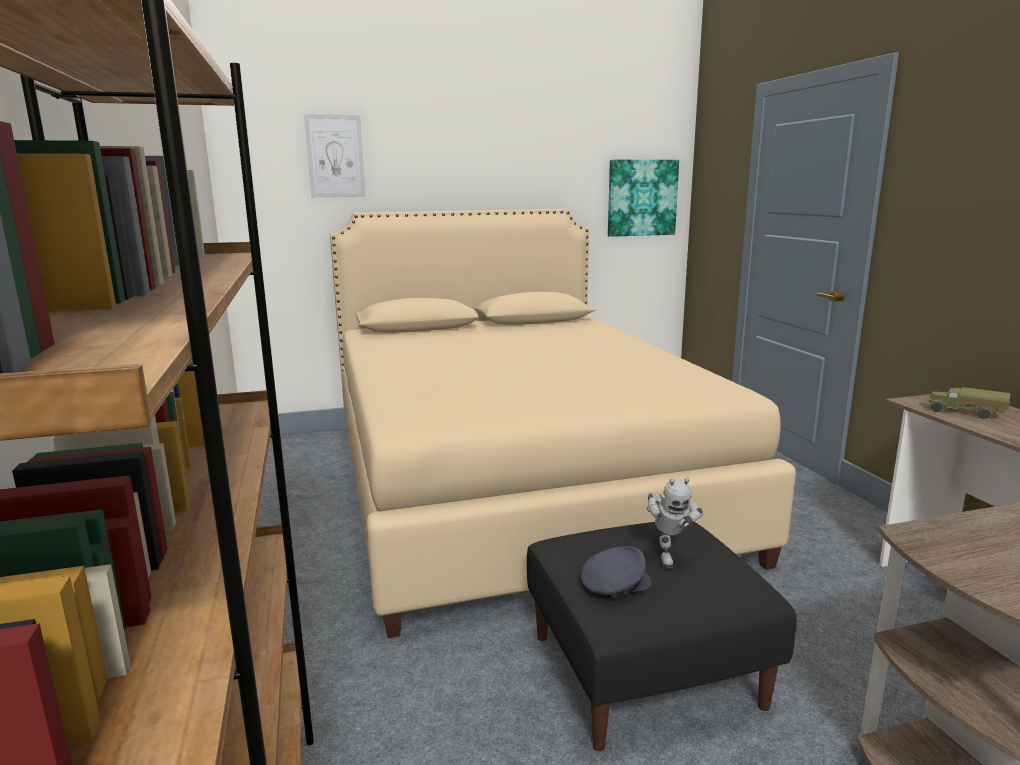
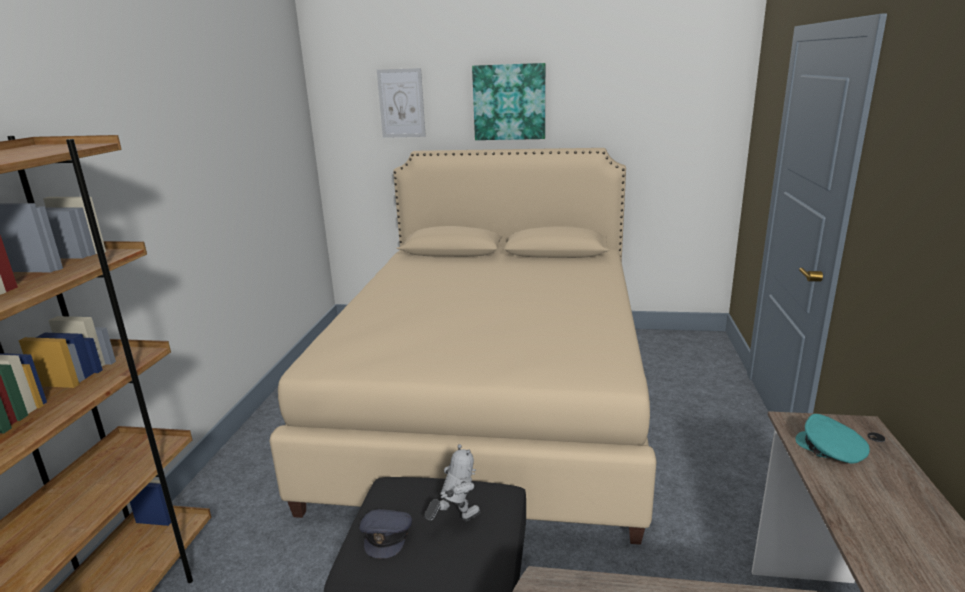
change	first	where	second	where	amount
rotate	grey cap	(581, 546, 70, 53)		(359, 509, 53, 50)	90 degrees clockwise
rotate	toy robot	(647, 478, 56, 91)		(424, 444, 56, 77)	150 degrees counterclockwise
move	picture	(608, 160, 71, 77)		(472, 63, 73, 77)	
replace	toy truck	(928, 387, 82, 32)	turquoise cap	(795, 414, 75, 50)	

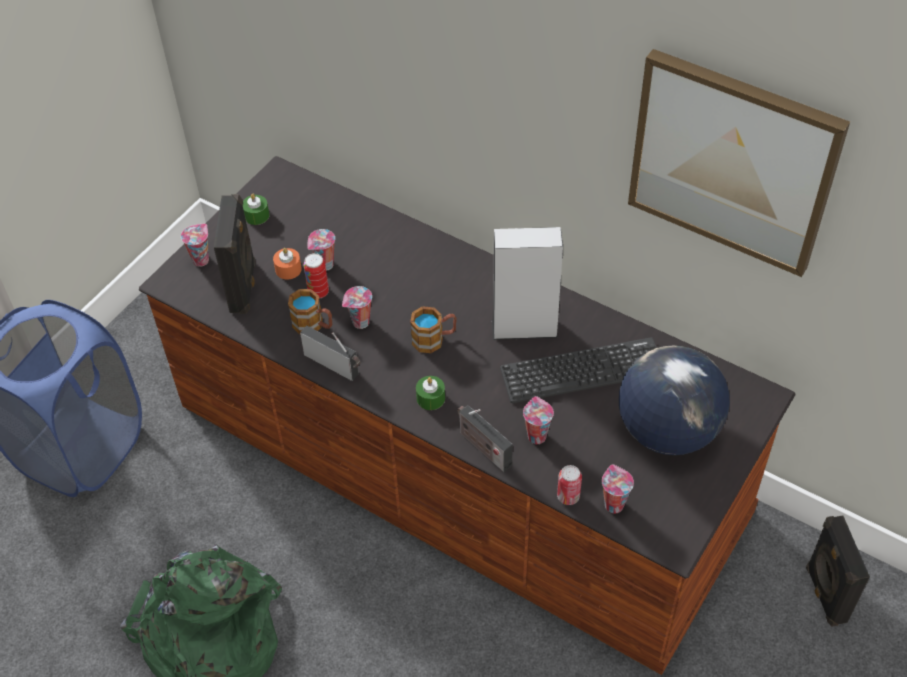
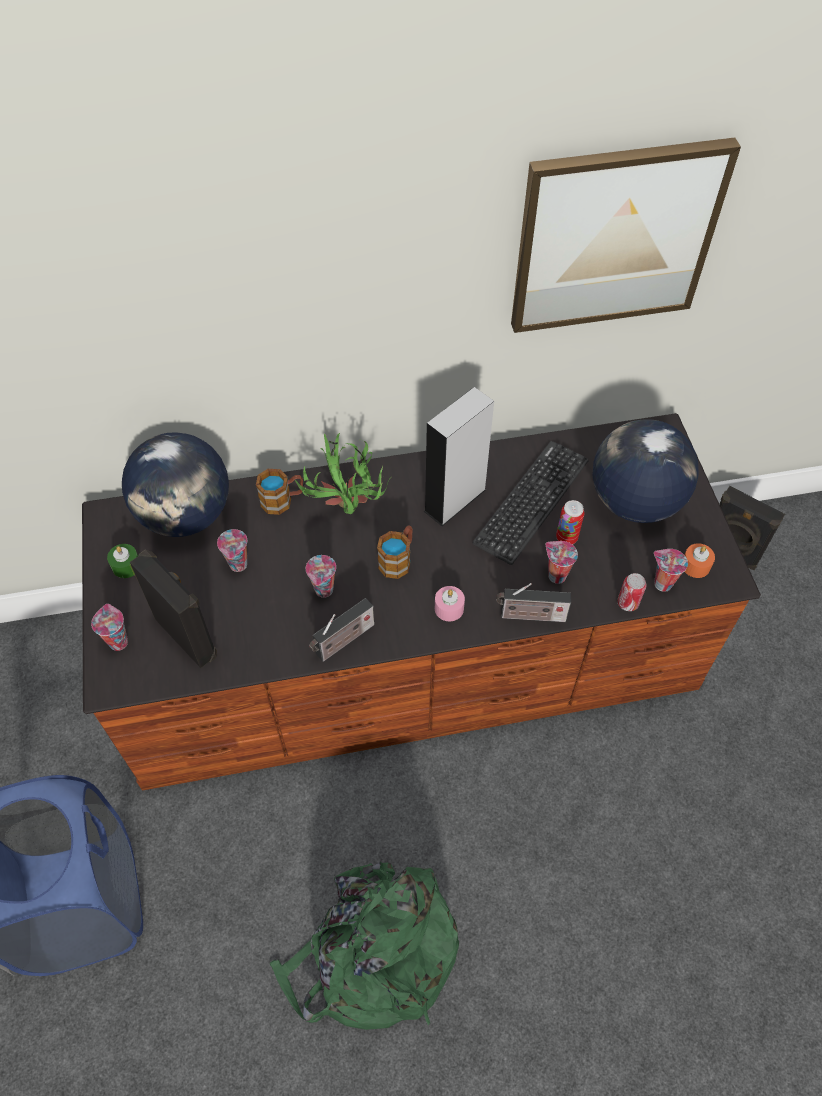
change	first	where	second	where	amount
insert			globe	(122, 433, 107, 104)	
move	mug	(288, 289, 44, 45)		(256, 469, 47, 46)	
insert			potted plant	(295, 433, 95, 81)	
rotate	radio	(300, 326, 61, 55)		(309, 598, 65, 64)	150 degrees clockwise
recolor	green candle	(416, 376, 29, 34)	pink candle	(435, 586, 30, 35)	
move	can	(304, 253, 25, 46)		(556, 500, 28, 45)	
move	orange candle	(273, 248, 29, 32)		(684, 543, 31, 35)	

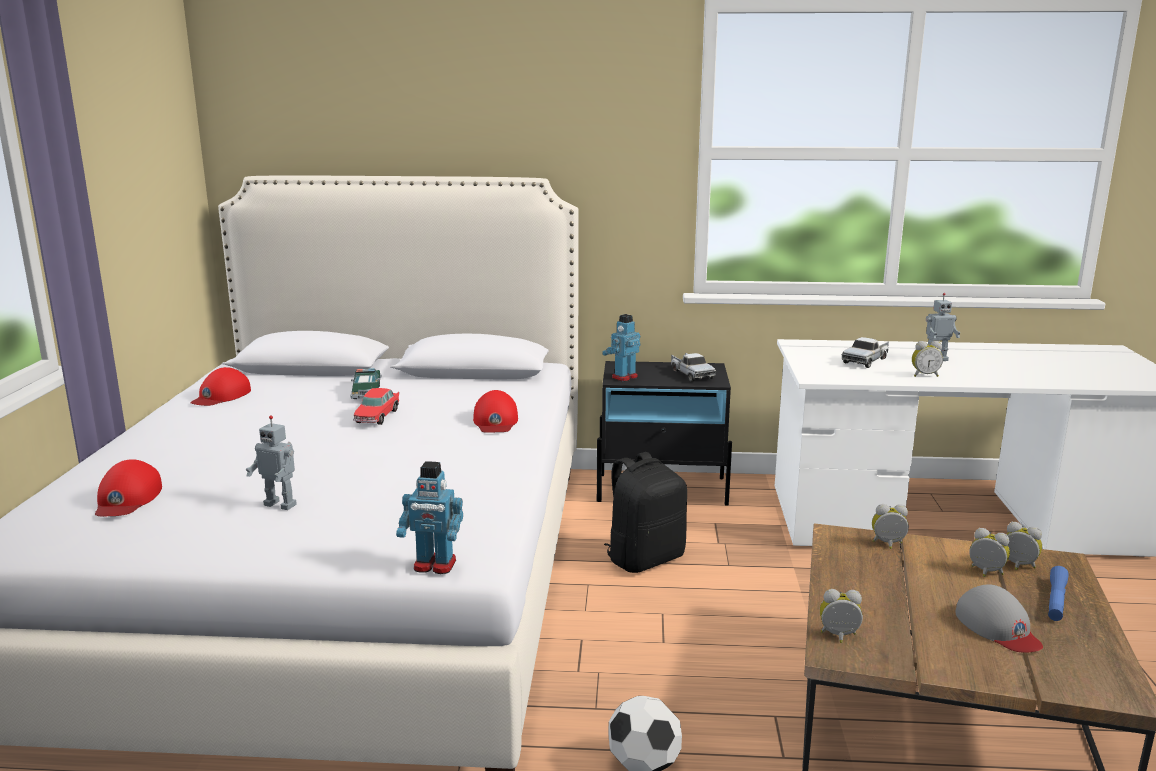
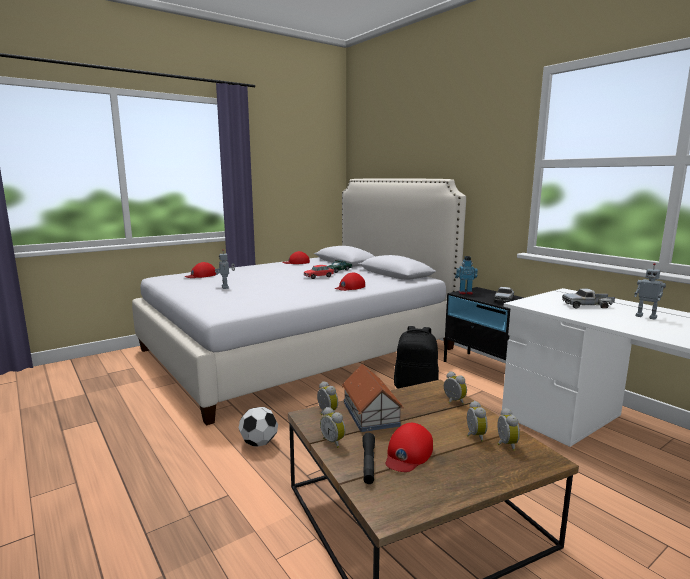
change	first	where	second	where	amount
move	alarm clock	(912, 341, 31, 36)		(320, 407, 26, 41)	
insert			toy house	(342, 364, 62, 68)	
insert			black flashlight	(363, 433, 12, 51)	
recolor	grey cap	(956, 584, 87, 69)	red cap	(386, 423, 47, 49)	
delete	toy robot	(396, 461, 67, 113)			
delete	blue flashlight	(1048, 566, 21, 55)			

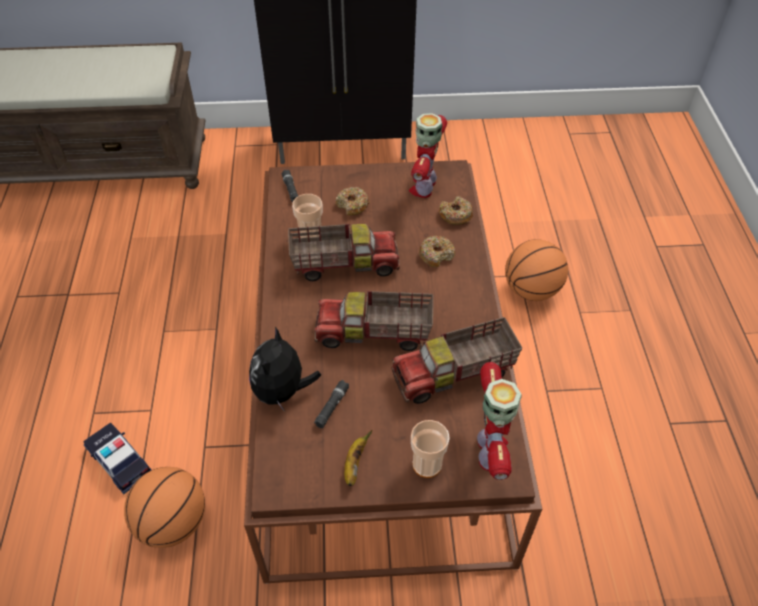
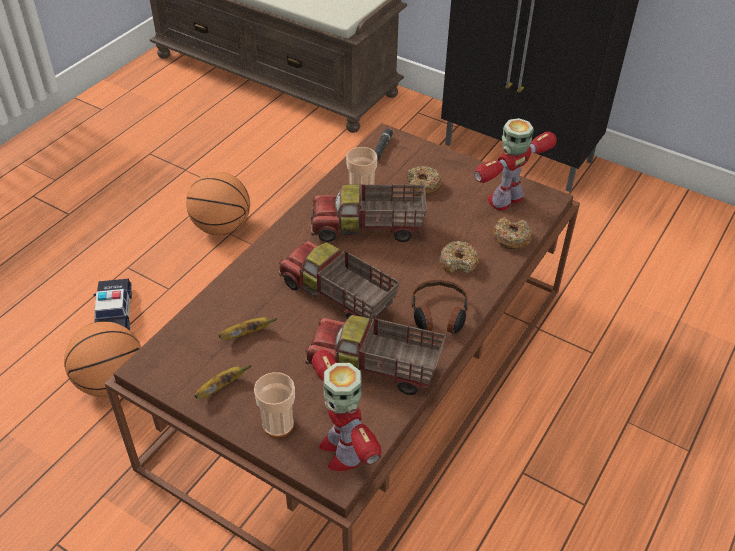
change	first	where	second	where	amount
move	basketball	(505, 239, 63, 62)		(186, 172, 64, 63)	
replace	black flashlight	(314, 380, 35, 48)	banana	(219, 317, 58, 23)	
rotate	toy truck	(288, 224, 112, 57)		(311, 184, 116, 58)	150 degrees clockwise
rotate	toy robot	(477, 362, 45, 118)		(312, 350, 70, 121)	120 degrees clockwise
insert			headphones	(411, 280, 57, 55)	
delete	plush toy	(249, 326, 72, 86)			

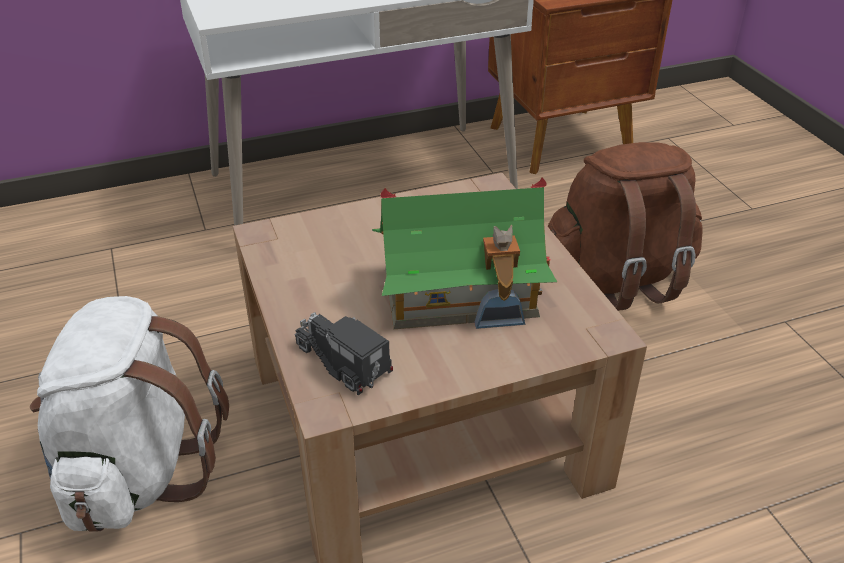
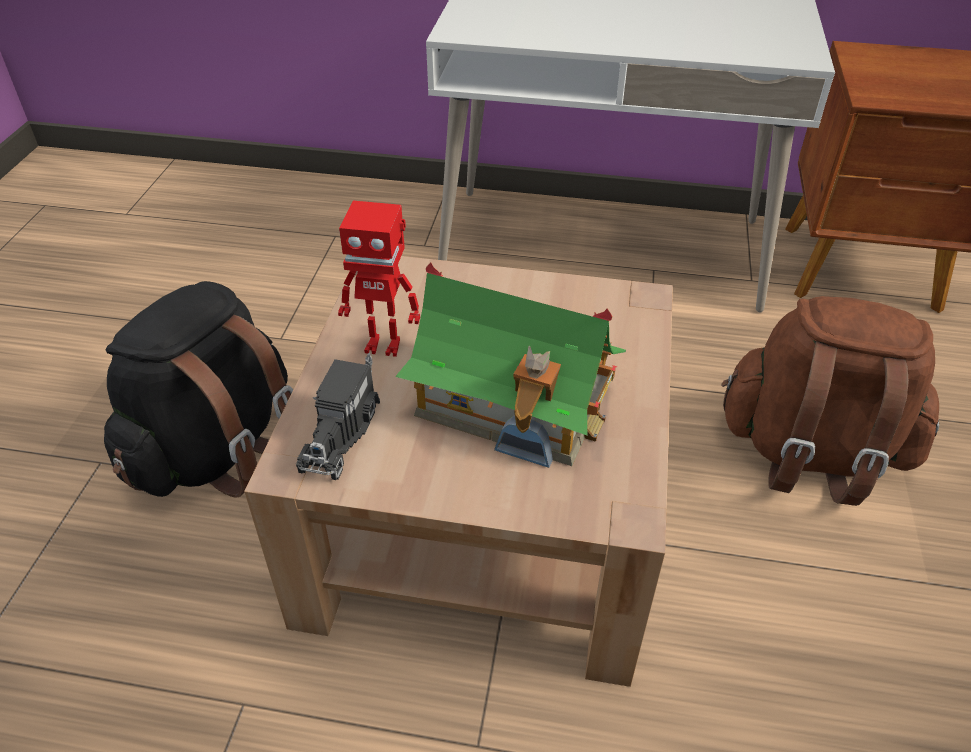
change	first	where	second	where	amount
recolor	white backpack	(30, 296, 199, 235)	black backpack	(104, 281, 189, 217)	
rotate	toy truck	(295, 312, 98, 83)		(296, 353, 84, 127)	150 degrees counterclockwise
insert			toy robot	(338, 201, 82, 156)	

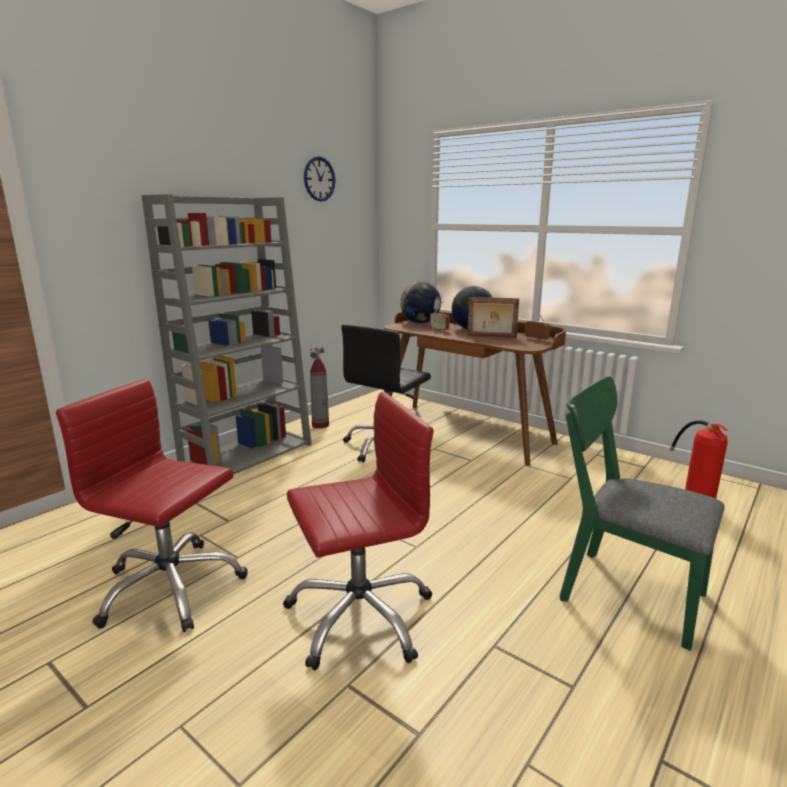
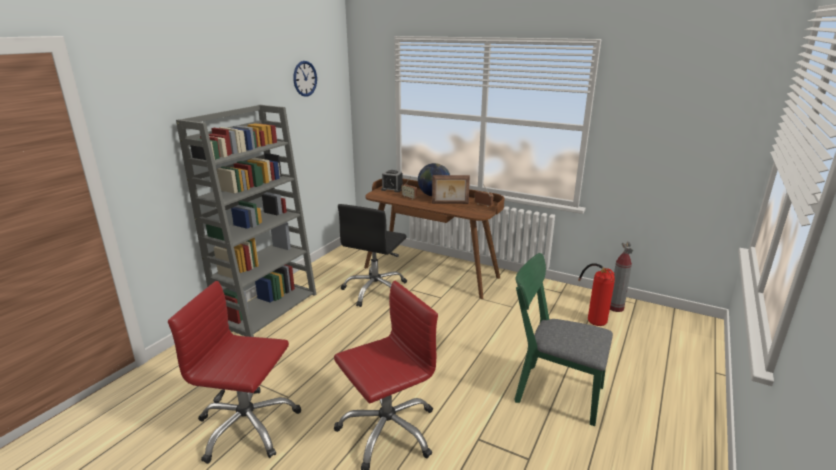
change	first	where	second	where	amount
replace	globe	(400, 282, 41, 41)	alarm clock	(381, 170, 22, 22)	
move	fire extinguisher	(310, 347, 19, 81)		(610, 242, 23, 70)	

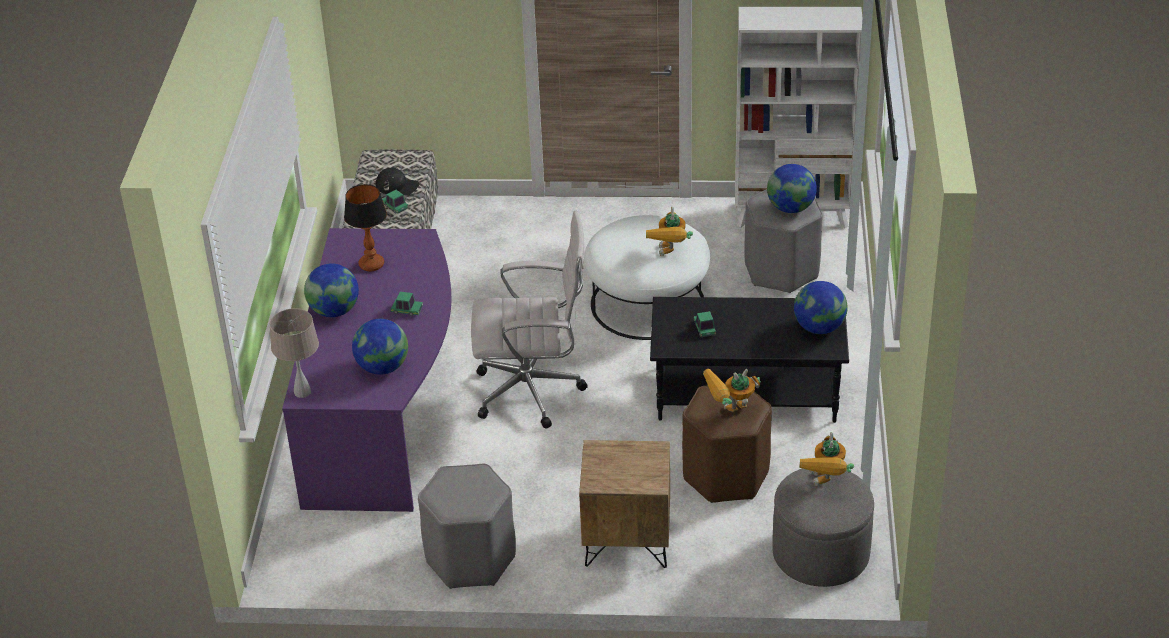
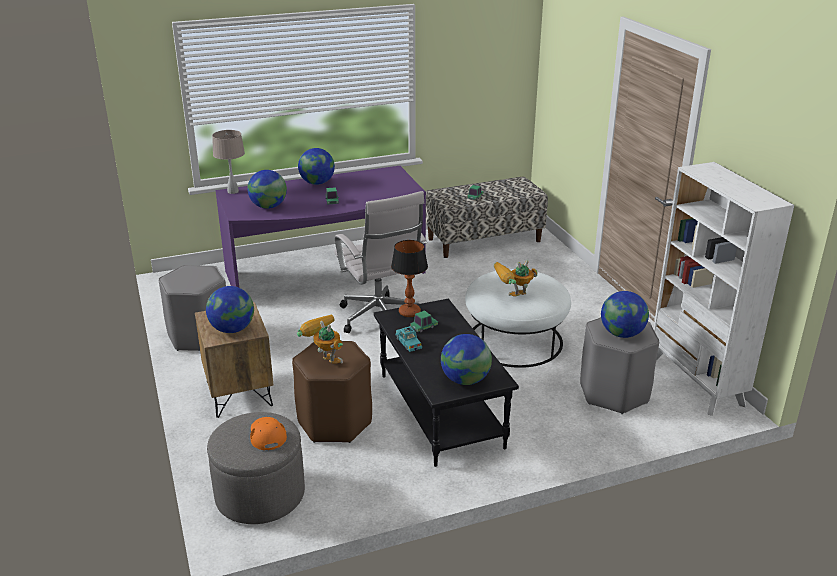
change	first	where	second	where	amount
insert			globe	(206, 286, 48, 47)	
replace	toy robot	(799, 432, 55, 54)	orange cap	(250, 417, 37, 33)	
move	table lamp	(344, 184, 43, 87)		(391, 240, 37, 77)	
insert			turquoise toy car	(396, 326, 26, 26)	
delete	black cap	(376, 168, 43, 27)			

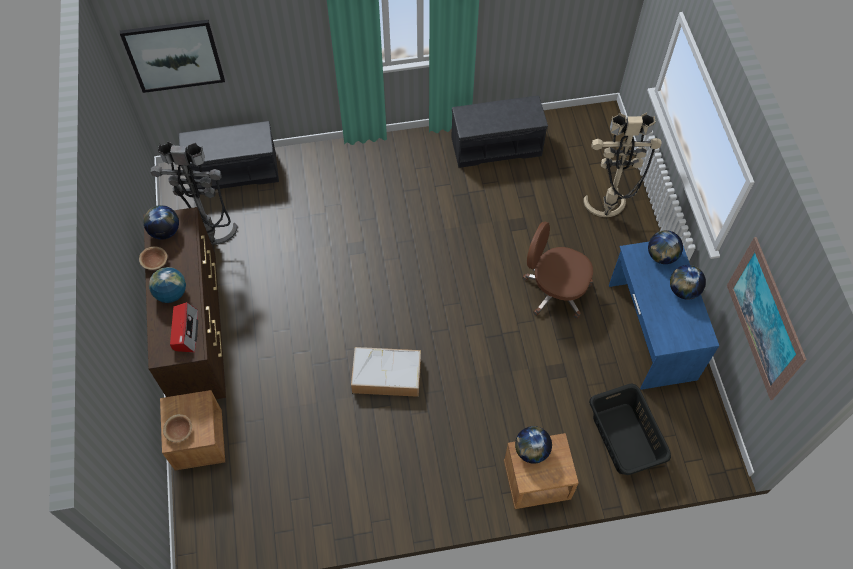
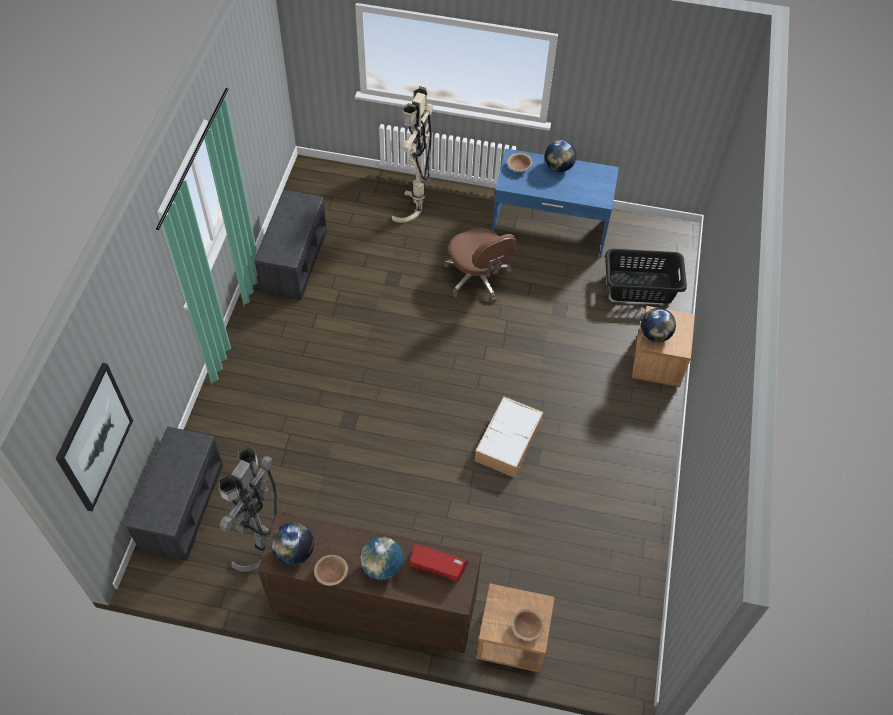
change	first	where	second	where	amount
rotate	brown office chair	(522, 222, 71, 97)		(444, 227, 73, 75)	75 degrees counterclockwise
replace	globe	(648, 230, 35, 34)	brown bowl	(507, 153, 25, 18)	
delete	picture	(727, 237, 80, 163)			

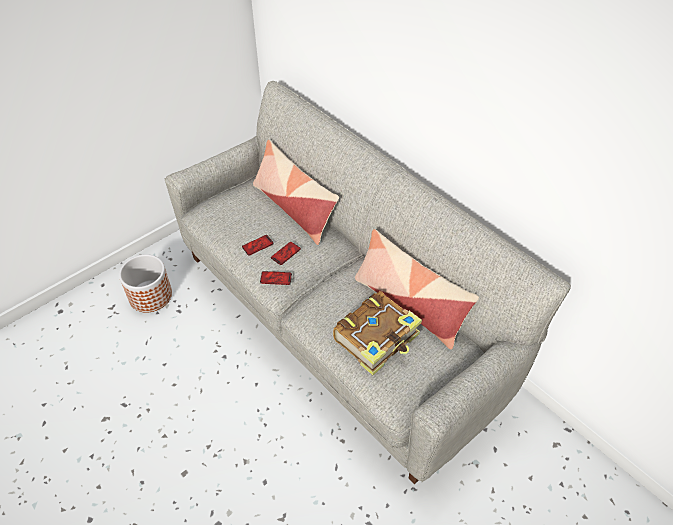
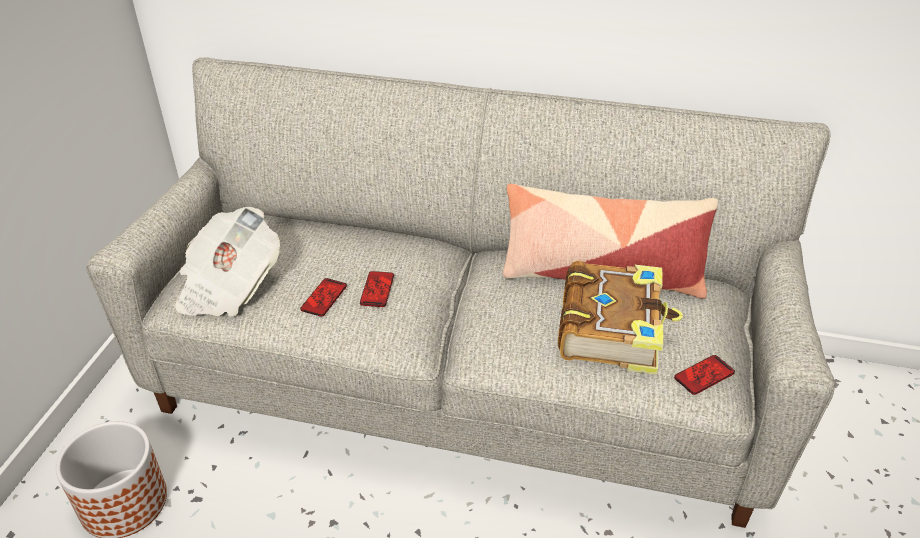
change	first	where	second	where	amount
insert			newspaper	(175, 207, 105, 110)	
move	phone	(260, 271, 32, 14)		(674, 355, 61, 40)	
delete	pillow	(253, 140, 86, 105)			

